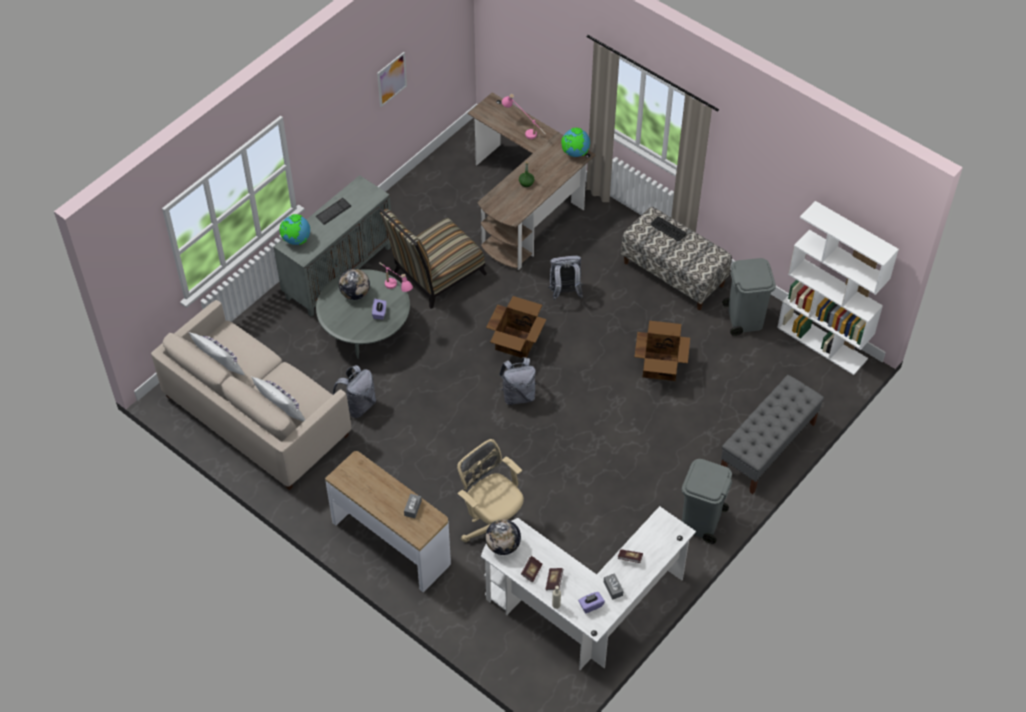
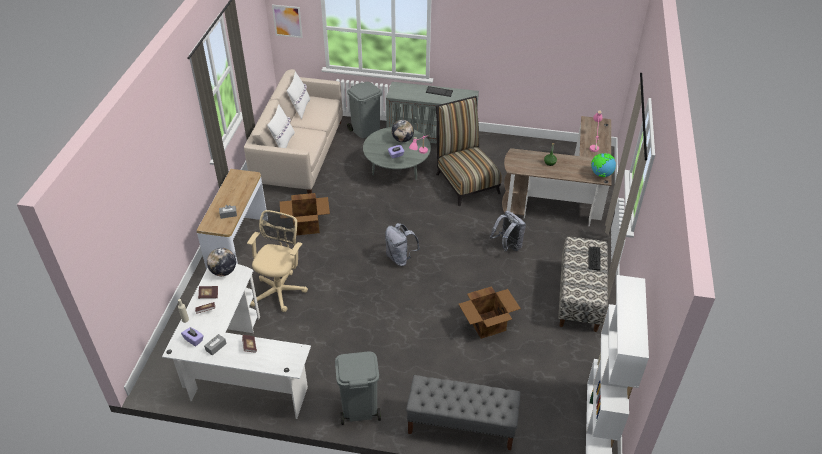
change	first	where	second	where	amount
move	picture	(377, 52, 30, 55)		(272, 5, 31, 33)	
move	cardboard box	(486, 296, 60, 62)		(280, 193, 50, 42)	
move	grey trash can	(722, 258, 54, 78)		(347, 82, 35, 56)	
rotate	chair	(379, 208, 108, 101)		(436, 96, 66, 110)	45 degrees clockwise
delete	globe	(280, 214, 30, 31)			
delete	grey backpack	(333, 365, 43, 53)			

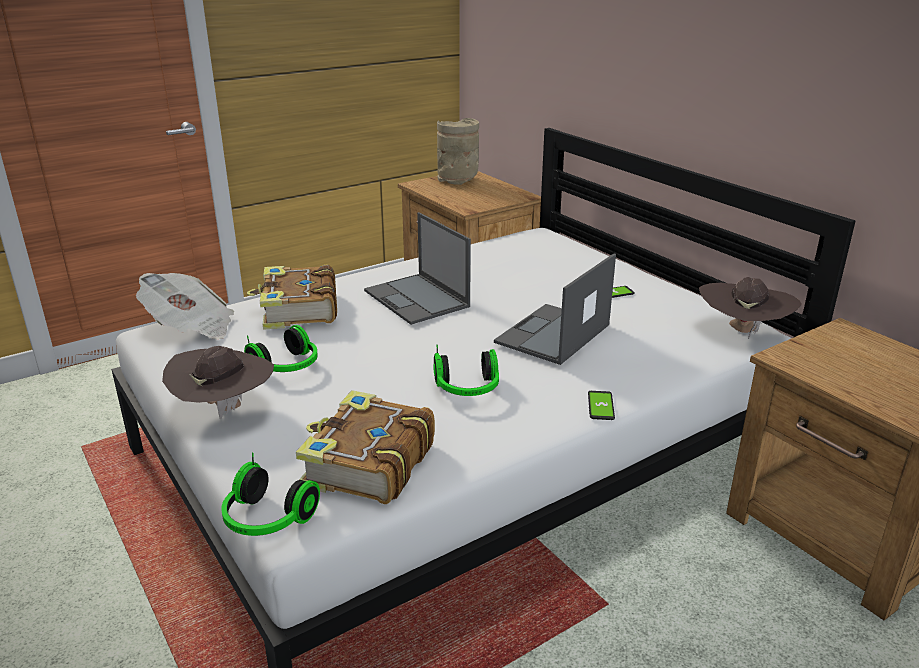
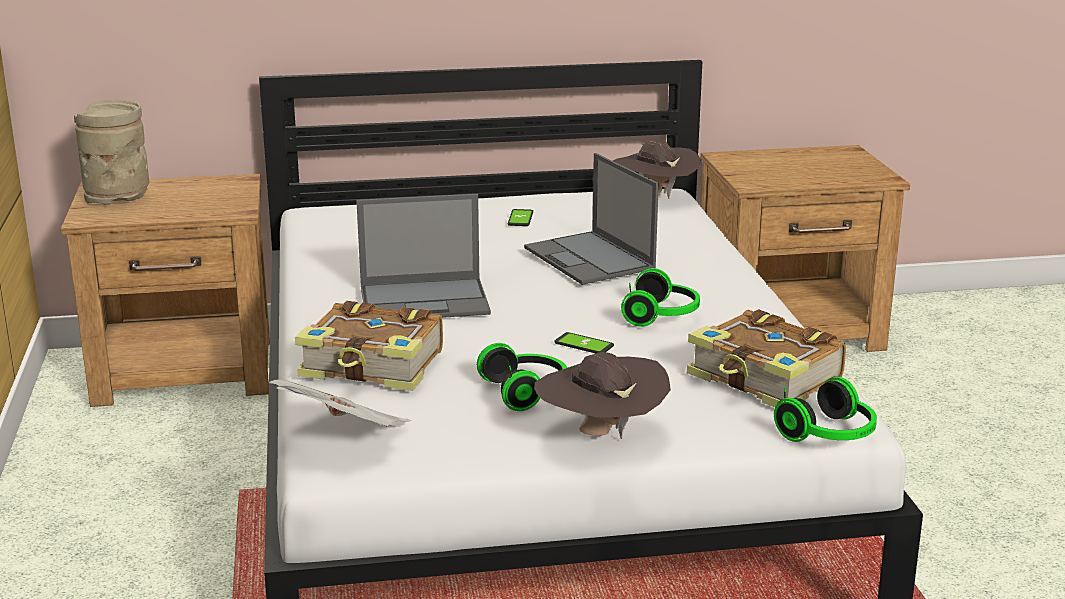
change	first	where	second	where	amount
move	phone	(588, 391, 27, 29)		(554, 332, 60, 21)	

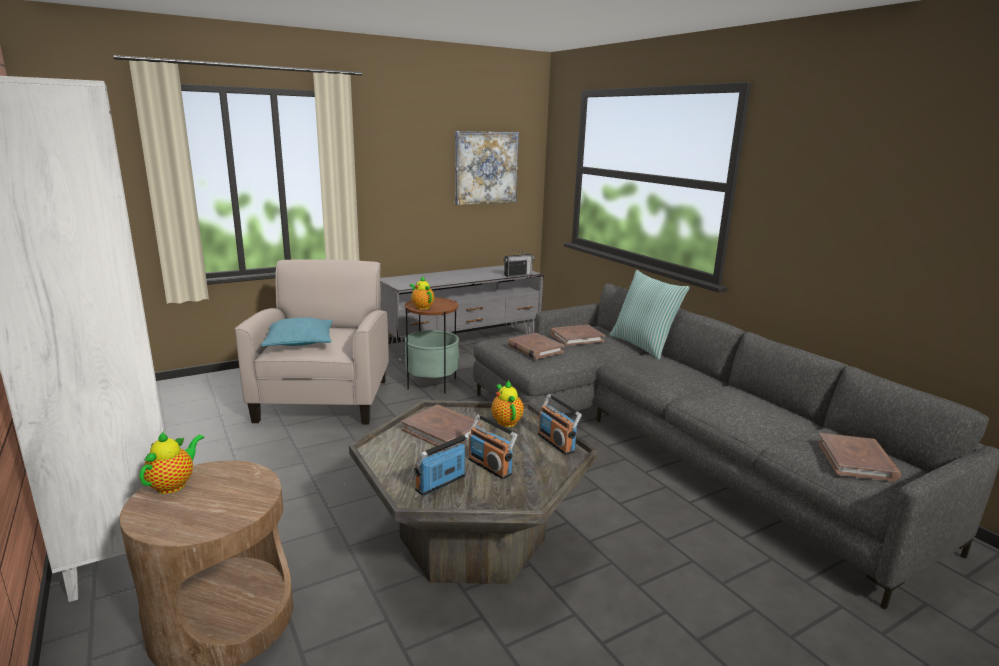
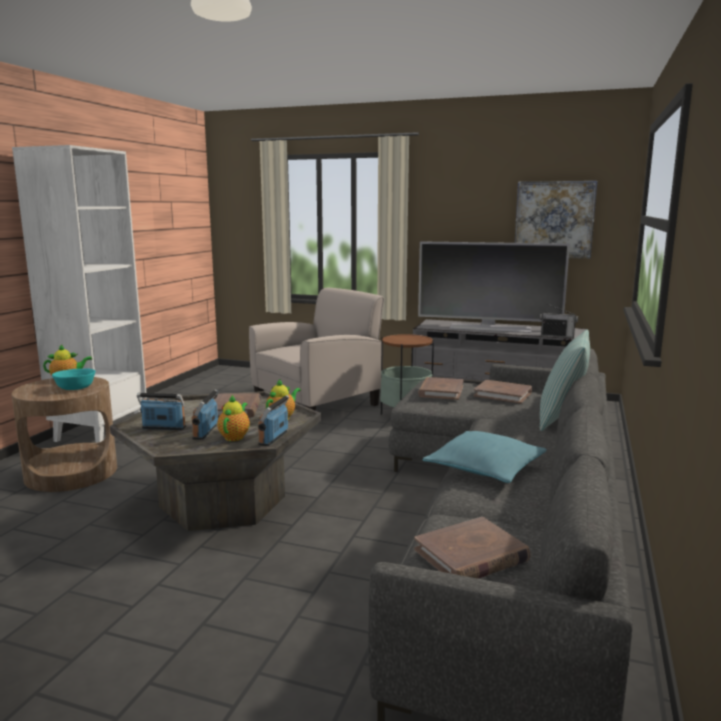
change	first	where	second	where	amount
insert			turquoise bowl	(52, 368, 43, 22)	
move	teapot	(409, 276, 25, 34)		(217, 395, 33, 46)	
insert			television	(418, 241, 152, 92)	
move	turquoise pillow	(261, 318, 72, 28)		(423, 431, 124, 52)	

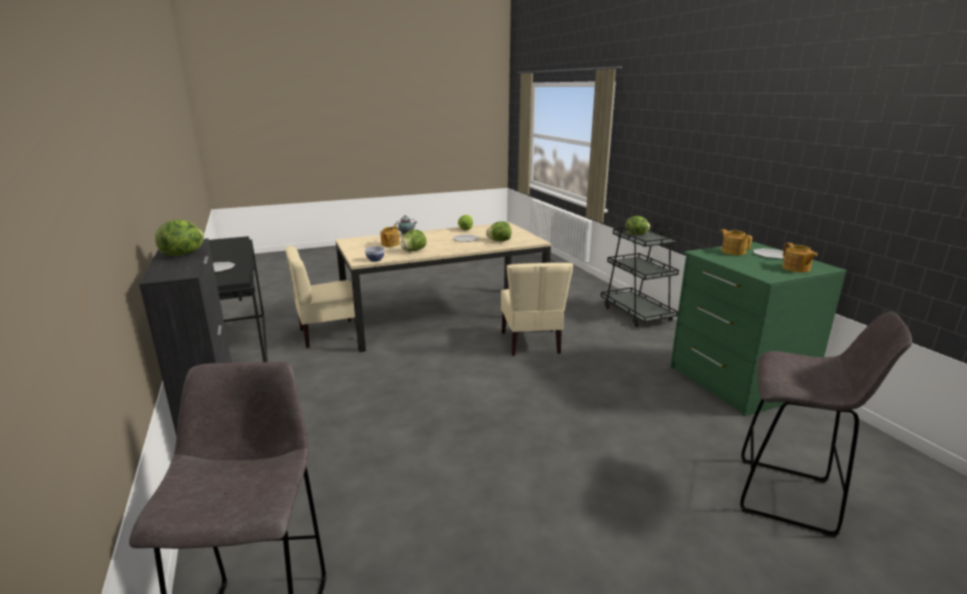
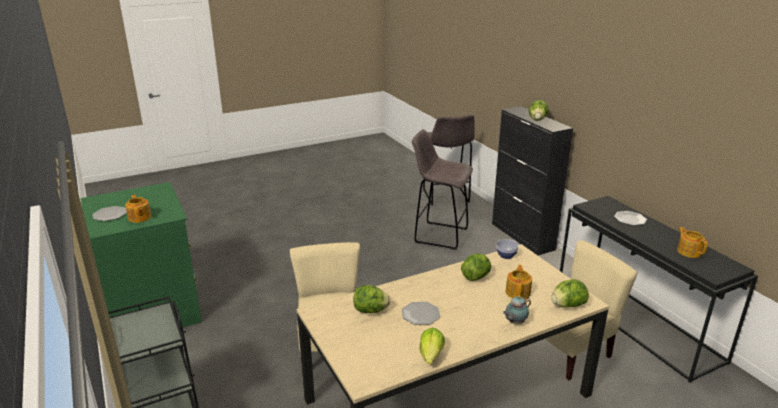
change	first	where	second	where	amount
move	grey stool	(740, 312, 172, 225)		(412, 129, 61, 121)	
move	lettuce	(625, 216, 25, 19)		(551, 279, 38, 29)	
move	teapot	(782, 243, 36, 30)		(677, 227, 31, 31)	

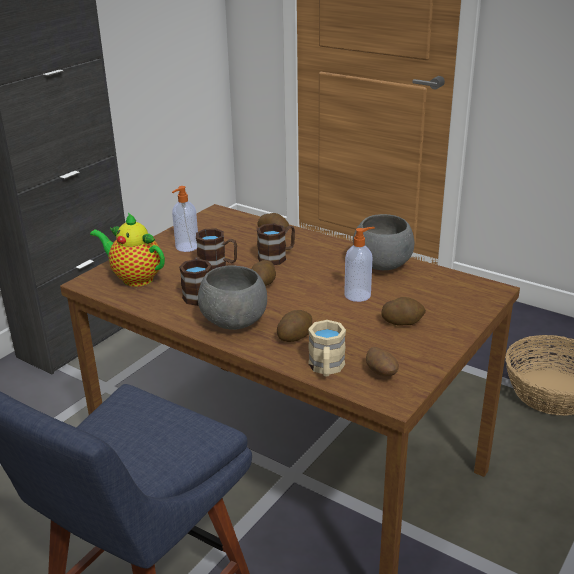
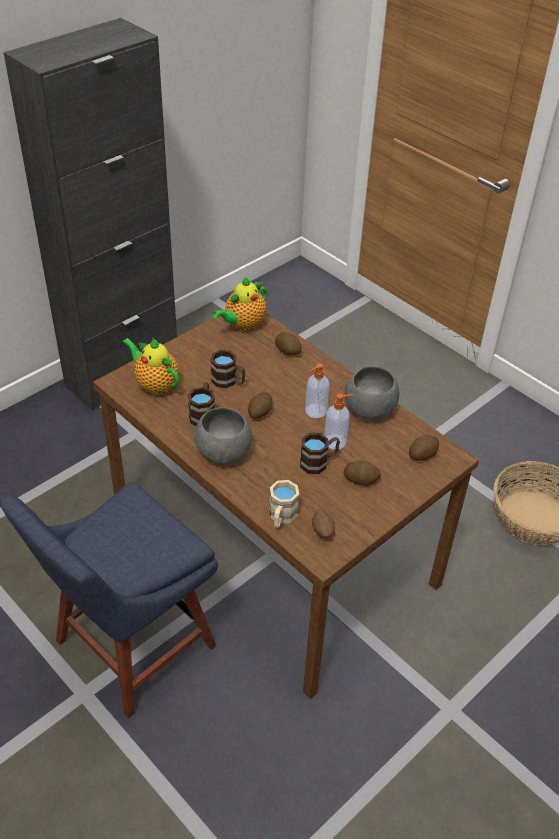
change	first	where	second	where	amount
insert			teapot	(212, 277, 55, 54)	
move	brown mug	(257, 223, 38, 42)		(300, 433, 40, 41)	
move	soap dispenser	(172, 186, 26, 66)		(305, 363, 24, 55)	
move	potato	(277, 310, 35, 32)		(409, 435, 30, 26)	

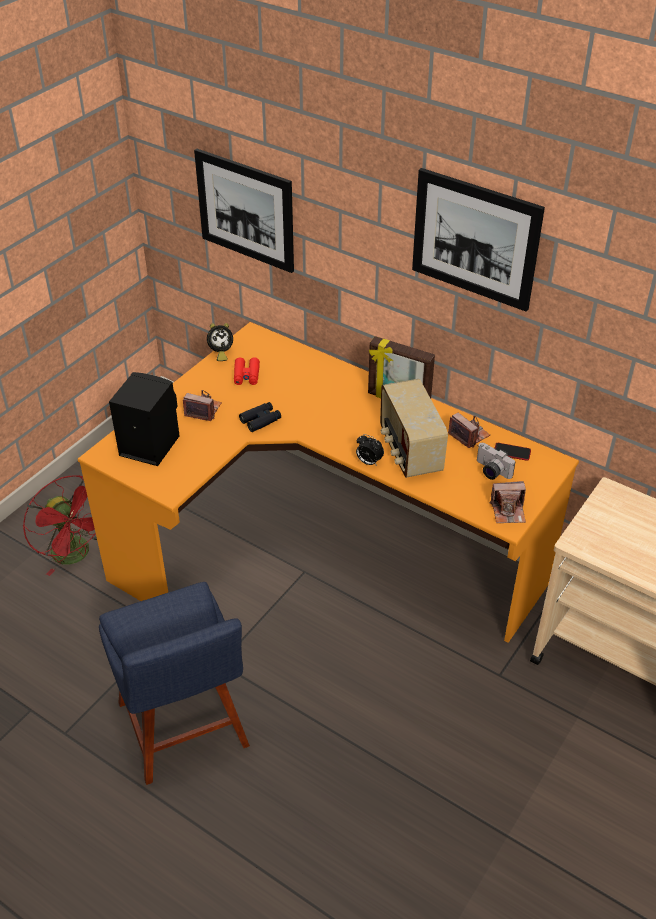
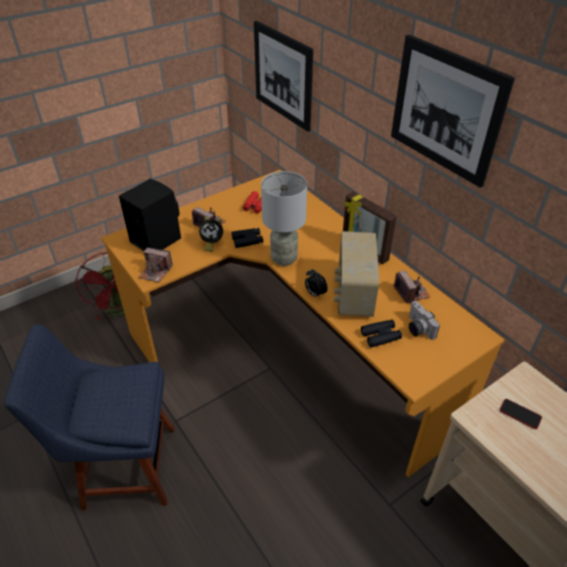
change	first	where	second	where	amount
rotate	blue chair	(99, 582, 151, 203)		(4, 324, 171, 187)	90 degrees clockwise
move	photo camera	(489, 481, 37, 42)		(139, 247, 34, 36)	
move	alarm clock	(207, 323, 26, 38)		(199, 217, 24, 34)	
insert			grey table lamp	(261, 171, 46, 95)	
insert			black binoculars	(361, 320, 41, 27)	
move	phone	(494, 443, 37, 18)		(500, 399, 42, 30)	

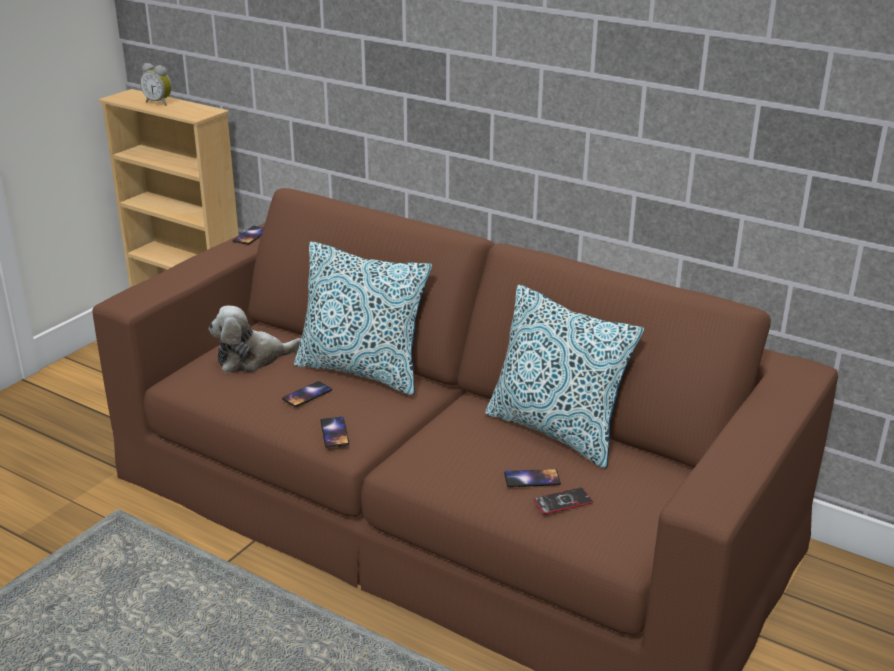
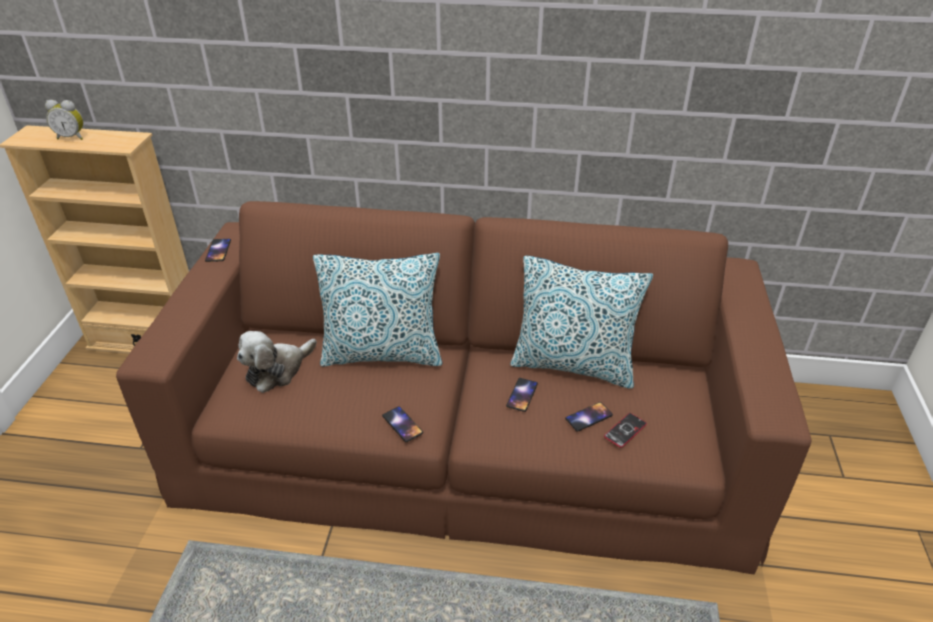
change	first	where	second	where	amount
move	phone	(282, 381, 50, 26)		(506, 378, 32, 34)	

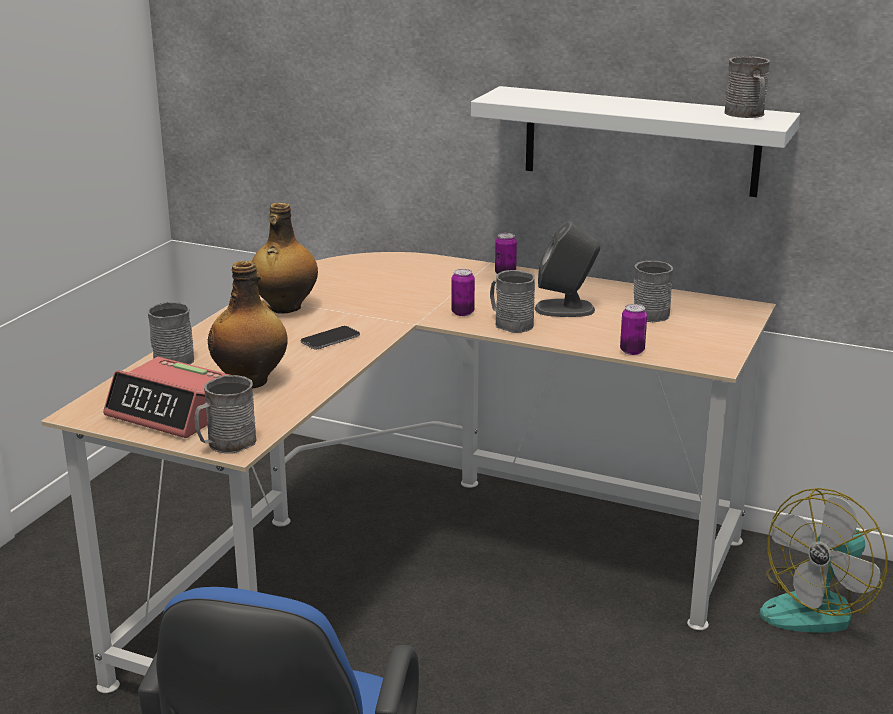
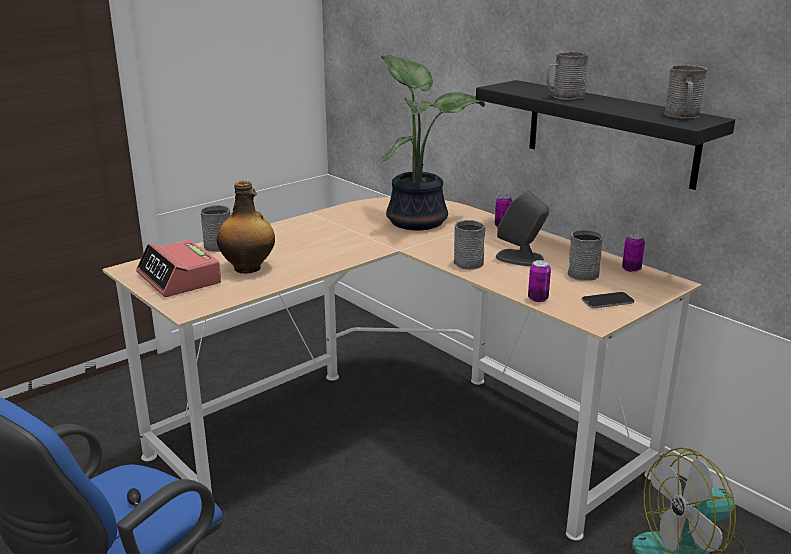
change	first	where	second	where	amount
insert			potted plant	(379, 55, 106, 175)	
recolor	white shelf	(471, 86, 329, 111)	black shelf	(476, 80, 259, 110)	
move	grey mug	(195, 375, 62, 79)		(546, 51, 43, 49)	
move	phone	(301, 326, 59, 23)		(582, 292, 52, 16)	
move	can	(451, 269, 24, 47)		(622, 233, 23, 39)	
delete	bottle	(252, 203, 66, 111)			

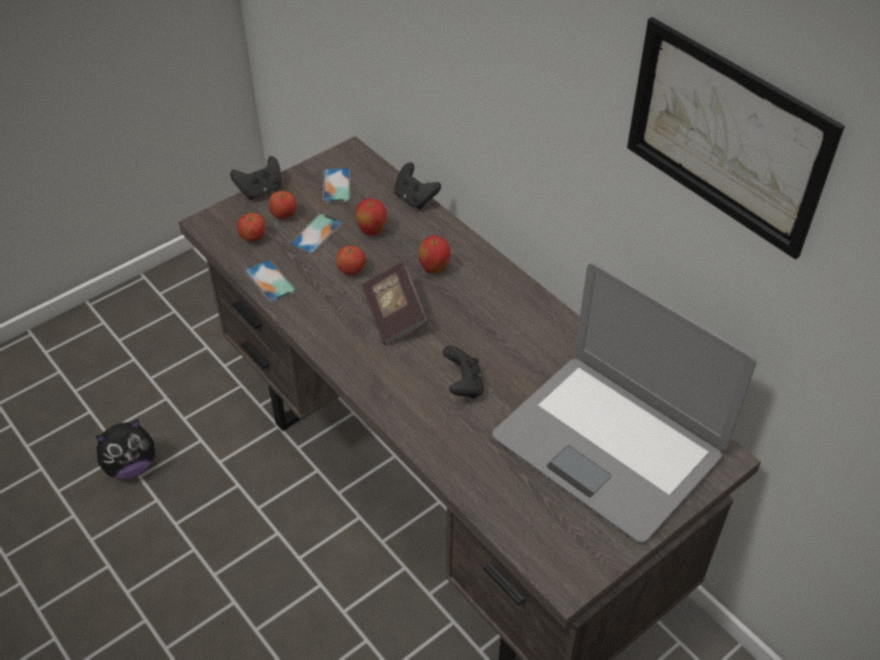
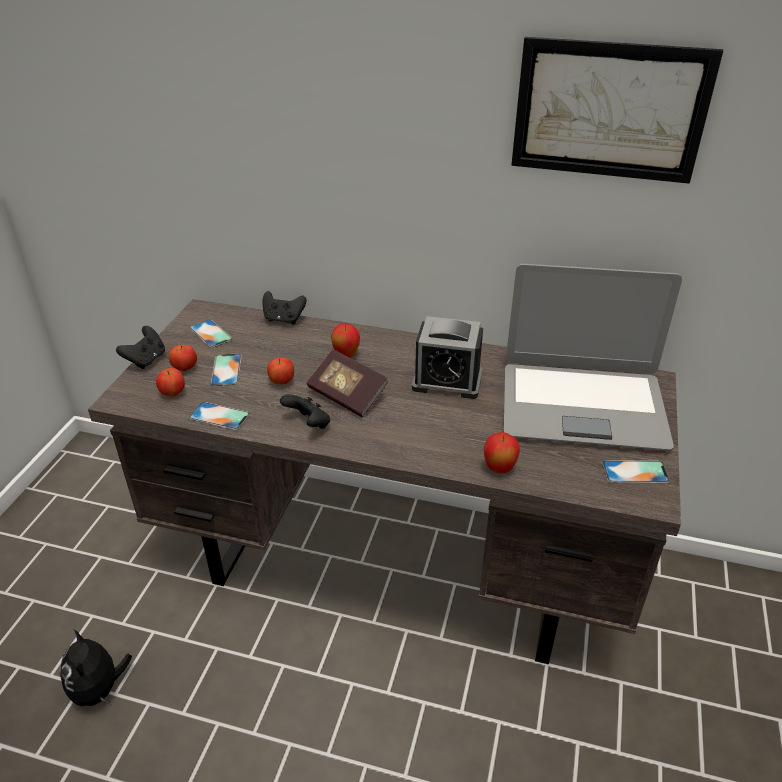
change	first	where	second	where	amount
rotate	plush toy	(96, 419, 59, 60)		(60, 629, 72, 78)	135 degrees clockwise
move	black game controller	(443, 346, 41, 53)		(280, 394, 50, 35)	
insert			alarm clock	(412, 316, 71, 83)	
move	apple	(355, 198, 32, 38)		(484, 432, 36, 41)	
insert			phone	(602, 460, 68, 23)	

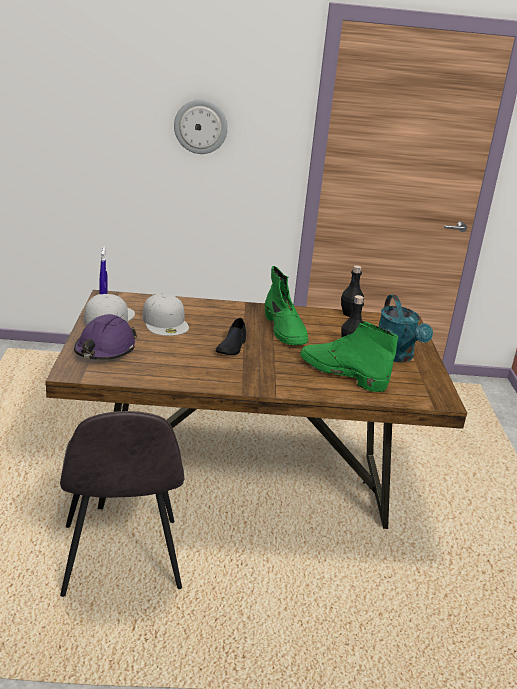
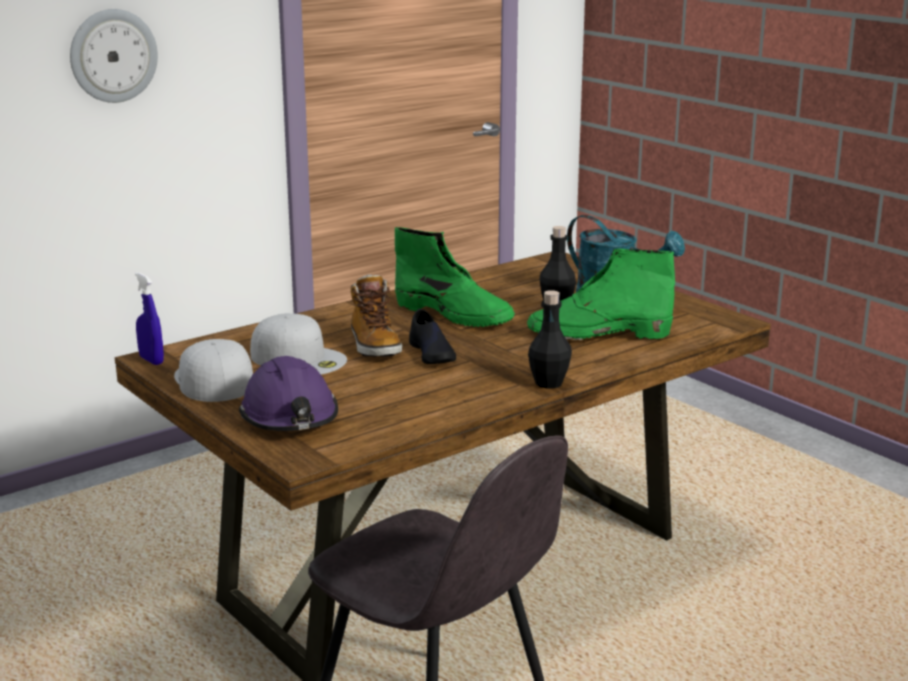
change	first	where	second	where	amount
insert			boot	(351, 274, 52, 83)	
move	black bottle	(341, 265, 23, 52)		(528, 290, 44, 99)	

